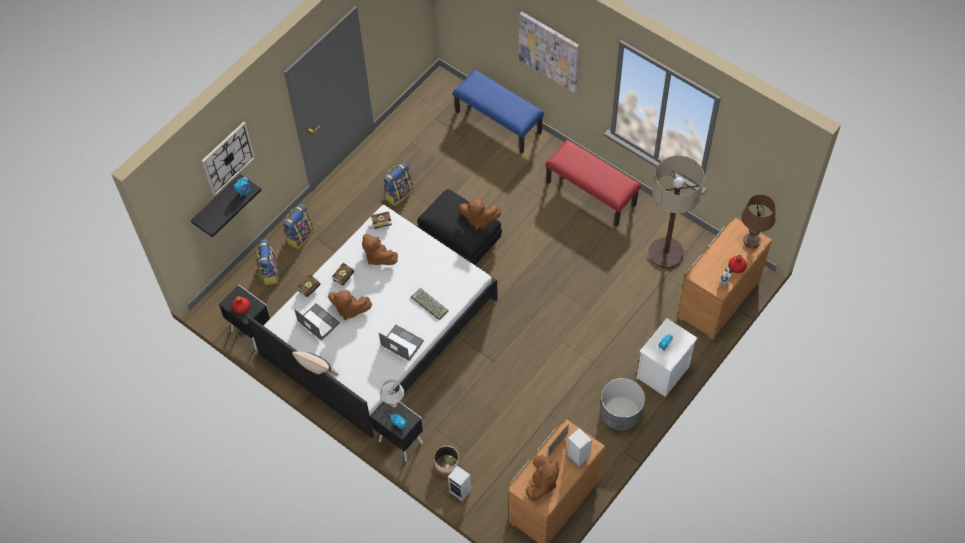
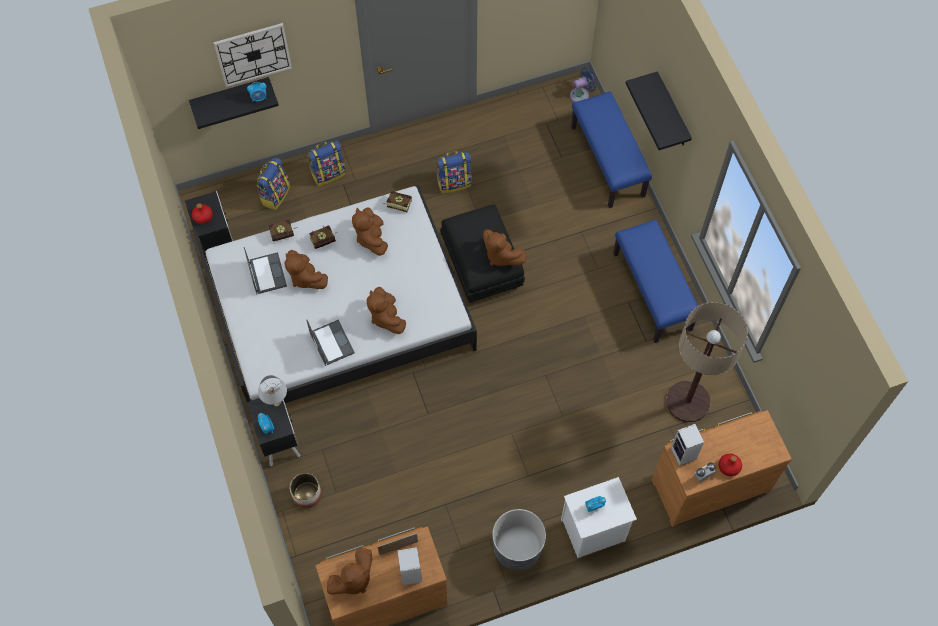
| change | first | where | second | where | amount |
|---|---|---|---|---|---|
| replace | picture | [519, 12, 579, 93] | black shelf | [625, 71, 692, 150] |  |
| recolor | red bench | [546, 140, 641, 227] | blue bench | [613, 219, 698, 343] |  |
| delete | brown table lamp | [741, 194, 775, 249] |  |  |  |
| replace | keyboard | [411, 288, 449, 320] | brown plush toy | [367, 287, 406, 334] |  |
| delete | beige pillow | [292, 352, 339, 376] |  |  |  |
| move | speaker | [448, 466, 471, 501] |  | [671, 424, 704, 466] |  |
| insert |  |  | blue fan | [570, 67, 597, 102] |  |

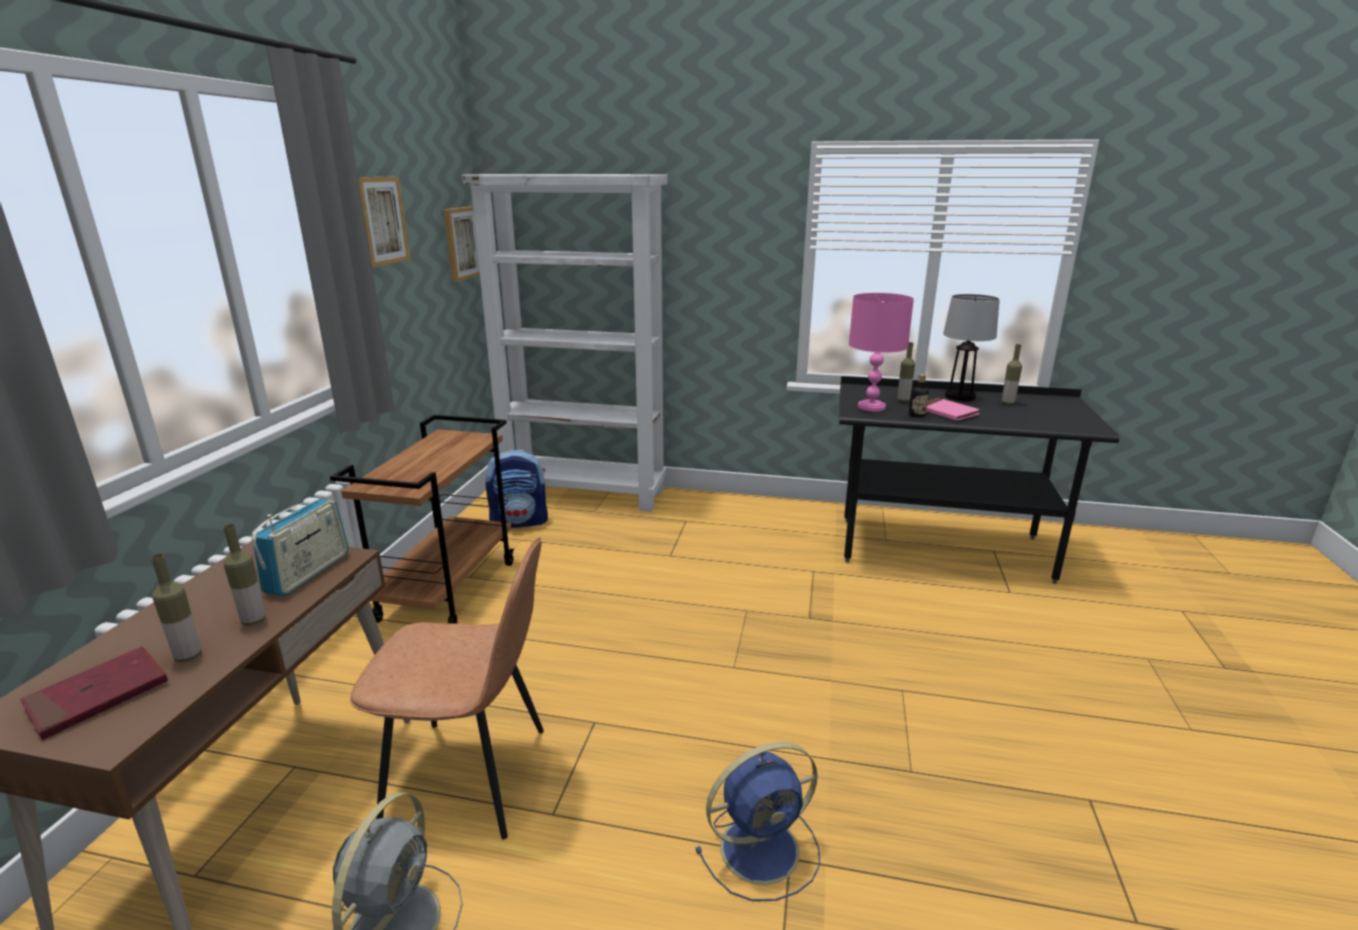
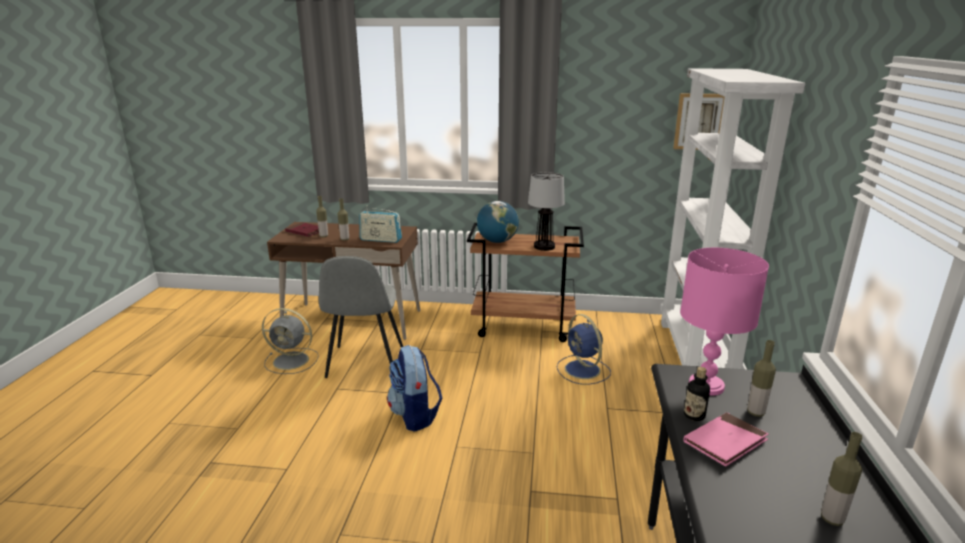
| change | first | where | second | where | amount |
|---|---|---|---|---|---|
| delete | picture | [358, 177, 410, 268] |  |  |  |
| move | table lamp | [943, 294, 1000, 401] |  | [528, 172, 565, 251] |  |
| move | backpack | [486, 450, 548, 528] |  | [387, 345, 443, 432] |  |
| recolor | brown chair | [350, 537, 544, 839] | grey chair | [318, 256, 403, 378] |  |
| move | blue fan | [695, 742, 820, 901] |  | [557, 314, 611, 385] |  |
| insert |  |  | globe | [477, 201, 519, 243] |  |

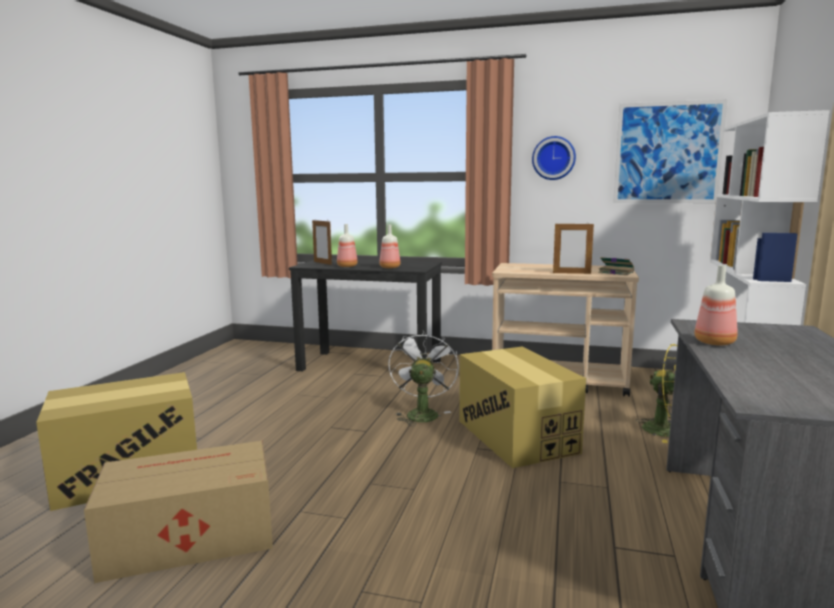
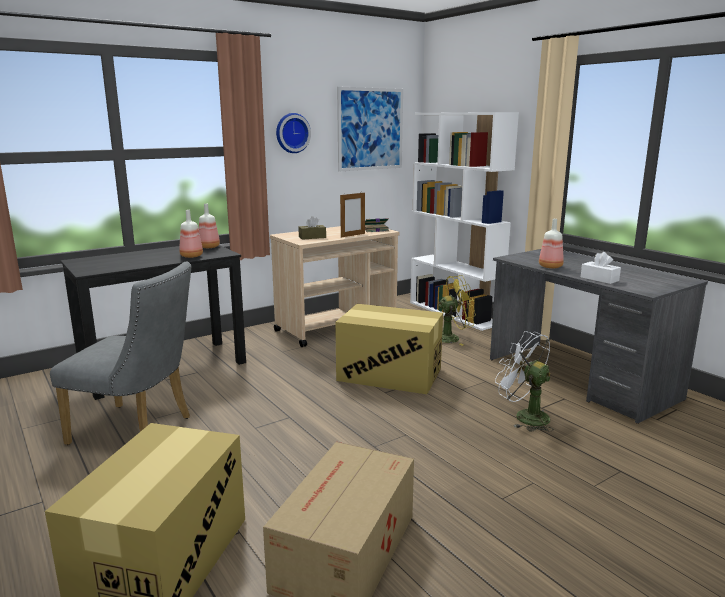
| change | first | where | second | where | amount |
|---|---|---|---|---|---|
| delete | picture frame | [312, 220, 332, 265] |  |  |  |
| move | bottle | [337, 224, 358, 267] |  | [199, 204, 220, 248] |  |
| move | white fan | [389, 331, 459, 426] |  | [495, 331, 554, 432] |  |
| insert |  |  | brown tissue box | [298, 216, 326, 240] |  |
| insert |  |  | white tissue box | [581, 252, 621, 284] |  |
| insert |  |  | grey chair | [50, 262, 191, 445] |  |

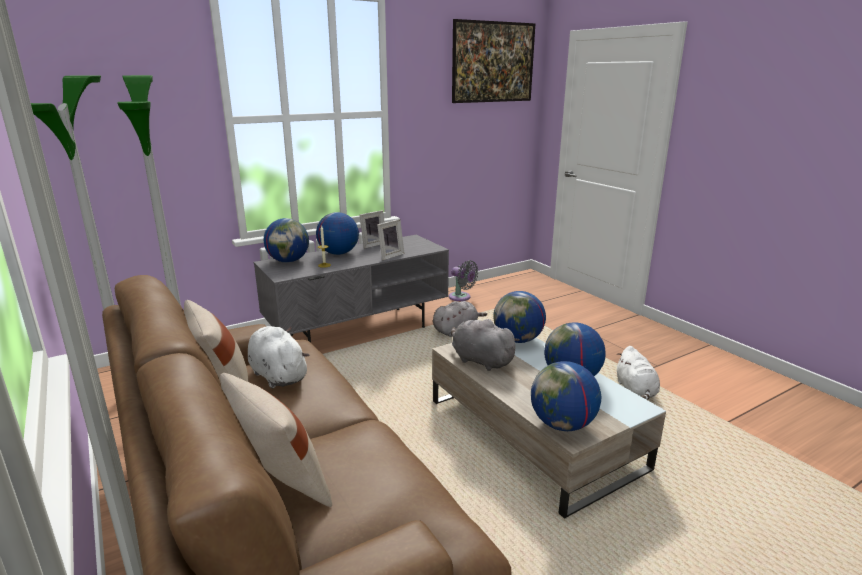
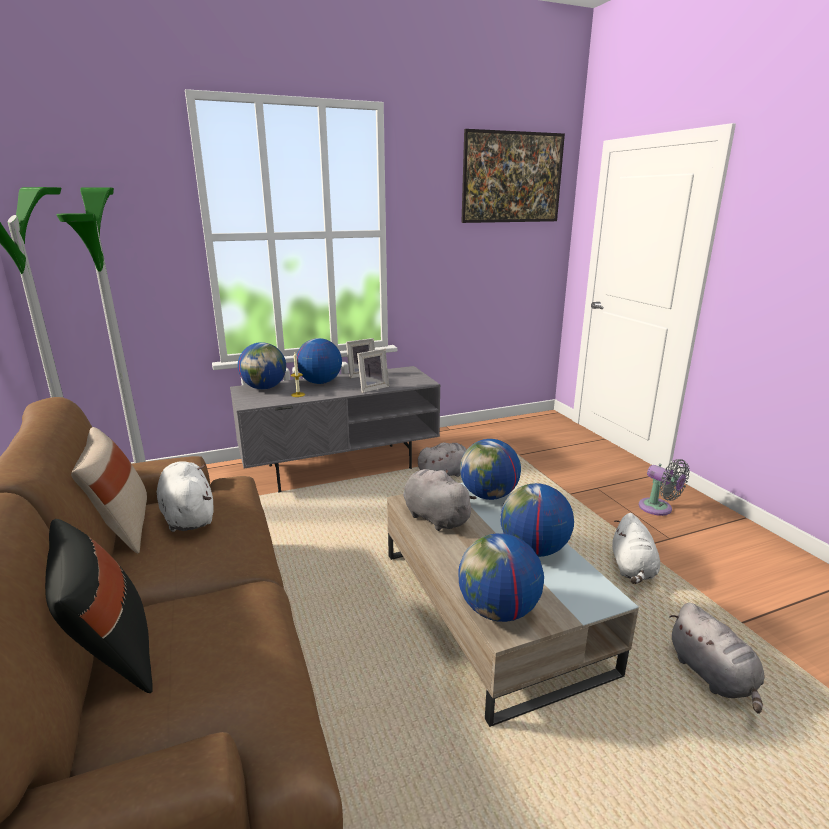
| change | first | where | second | where | amount |
|---|---|---|---|---|---|
| move | grey fan | [449, 260, 479, 301] |  | [639, 459, 690, 516] |  |
| recolor | beige pillow | [220, 373, 332, 507] | black pillow | [45, 519, 153, 693] |  |
| insert |  |  | grey plush toy | [669, 603, 765, 714] |  |

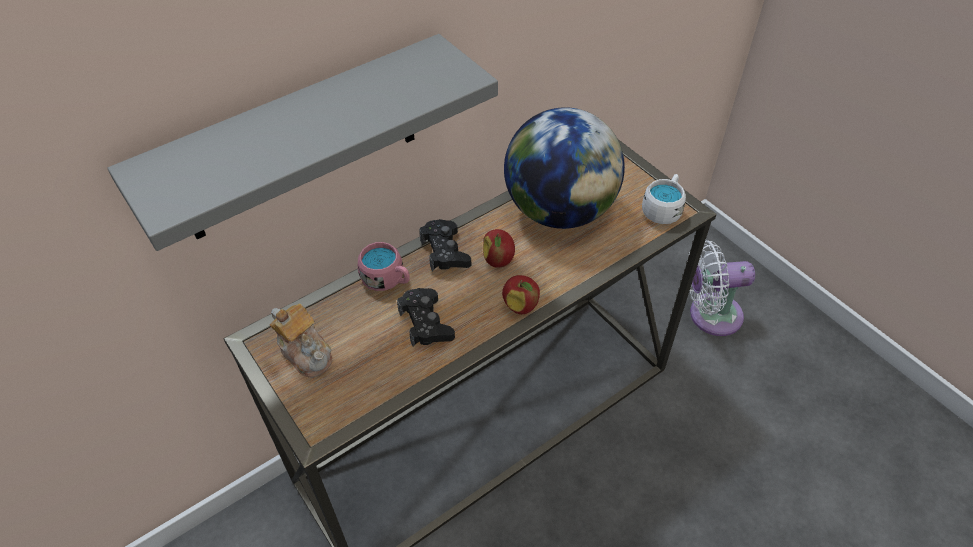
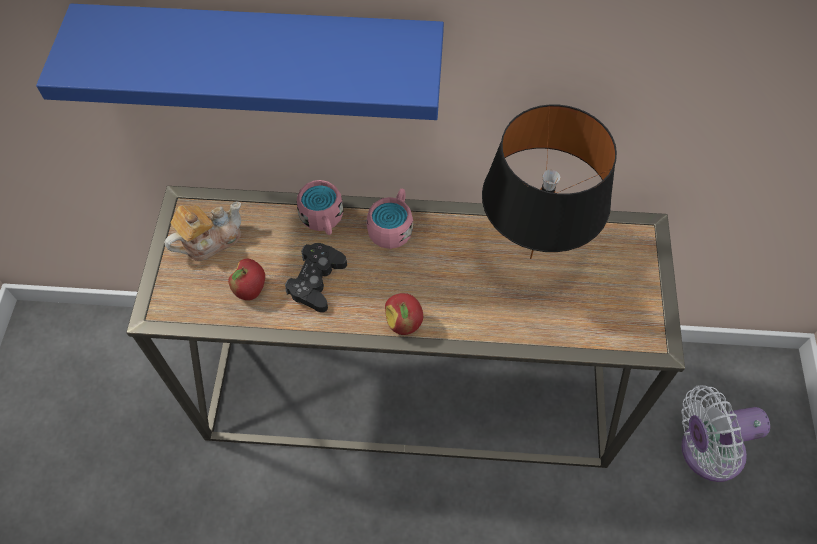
| change | first | where | second | where | amount |
|---|---|---|---|---|---|
| recolor | grey shelf | [108, 34, 498, 251] | blue shelf | [36, 4, 444, 120] |  |
| replace | globe | [504, 107, 625, 229] | black table lamp | [482, 104, 617, 259] |  |
| delete | white mug | [642, 174, 686, 224] |  |  |  |
| replace | black game controller | [419, 219, 471, 271] | pink mug | [366, 188, 413, 249] |  |
| move | apple | [483, 229, 515, 268] |  | [228, 259, 265, 300] |  |
| rotate | white fan | [688, 240, 755, 336] |  | [681, 385, 770, 482] | 45 degrees counterclockwise |
| rotate | teapot | [270, 304, 332, 378] |  | [164, 201, 241, 261] | 120 degrees counterclockwise |

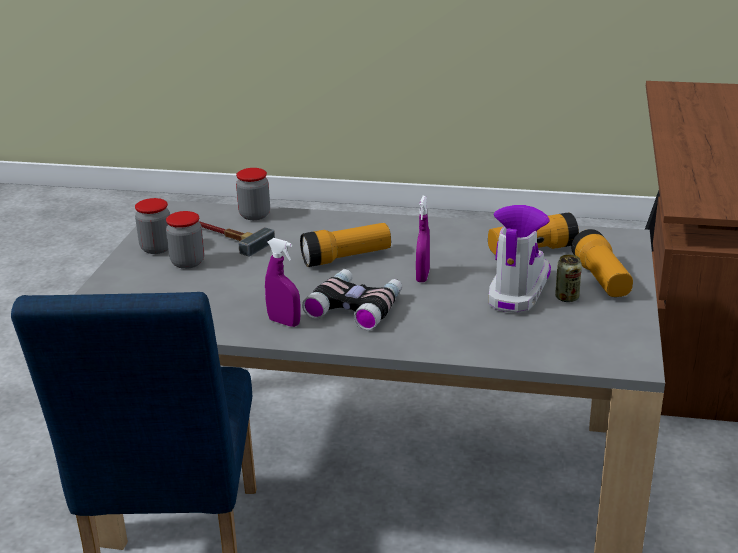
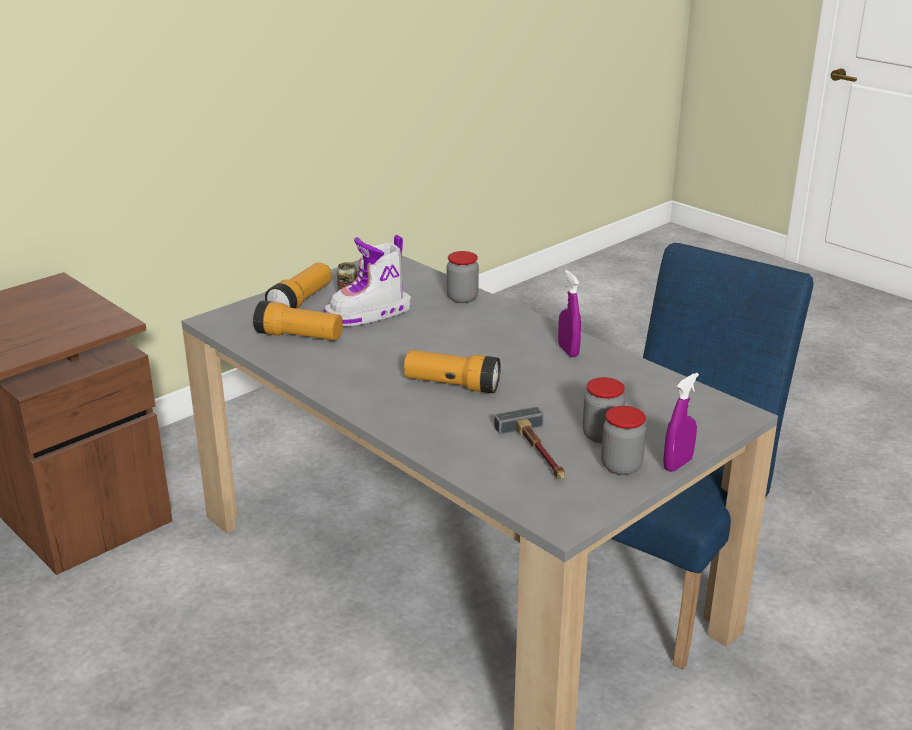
| change | first | where | second | where | amount |
|---|---|---|---|---|---|
| move | jar | [236, 168, 270, 220] |  | [447, 251, 479, 303] |  |
| move | purple spray bottle | [416, 196, 430, 282] |  | [663, 373, 699, 472] |  |
| delete | binoculars | [302, 269, 402, 331] |  |  |  |

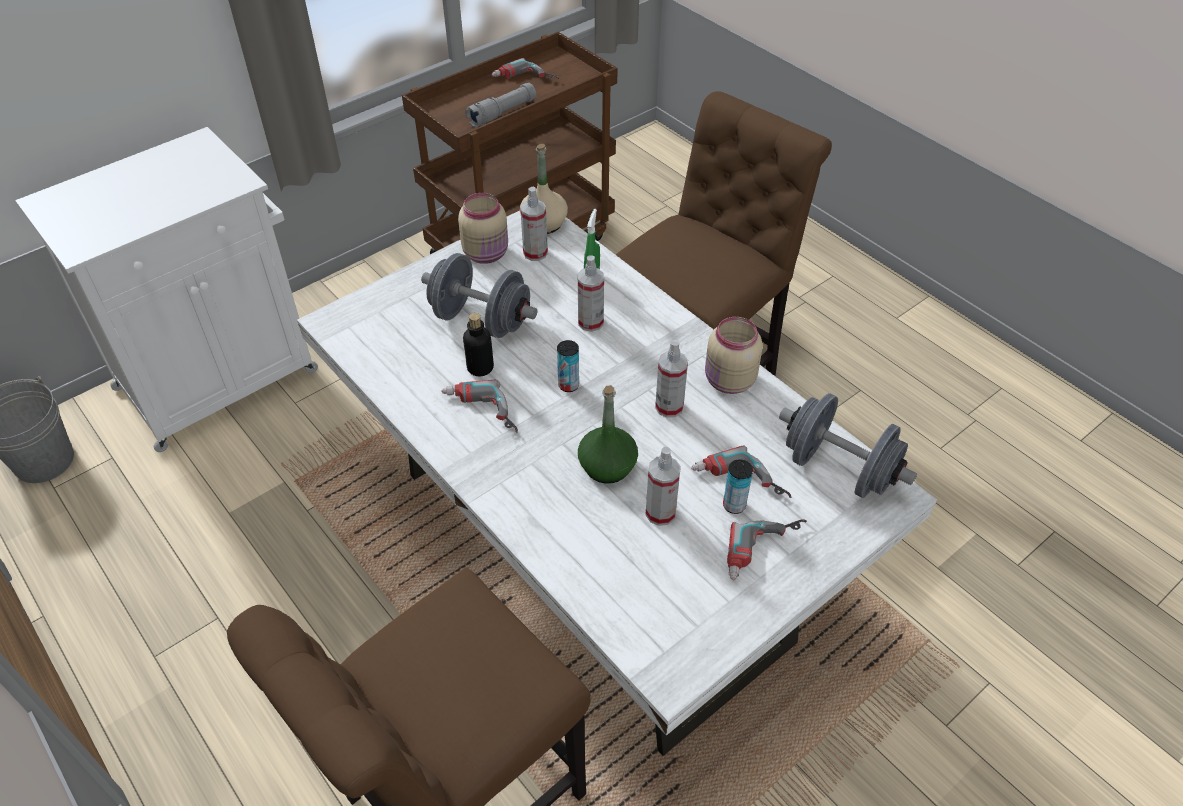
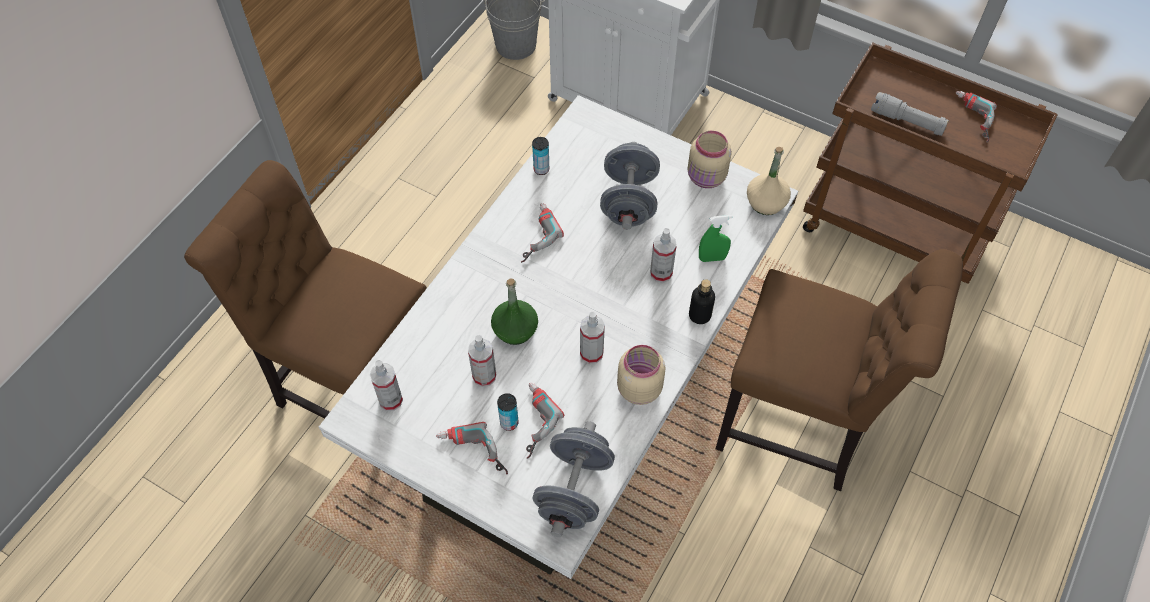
| change | first | where | second | where | amount |
|---|---|---|---|---|---|
| move | spray bottle | [520, 187, 548, 261] |  | [370, 360, 403, 411] |  |
| move | bottle | [463, 313, 494, 376] |  | [689, 279, 715, 324] |  |
| move | can | [557, 340, 579, 392] |  | [532, 137, 549, 175] |  |

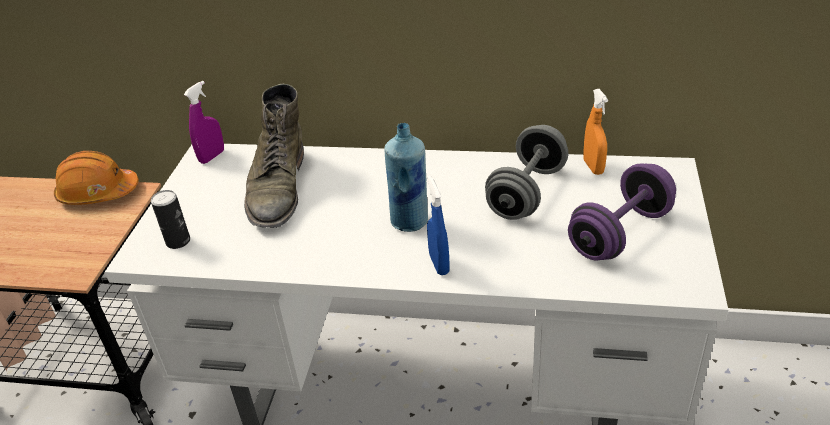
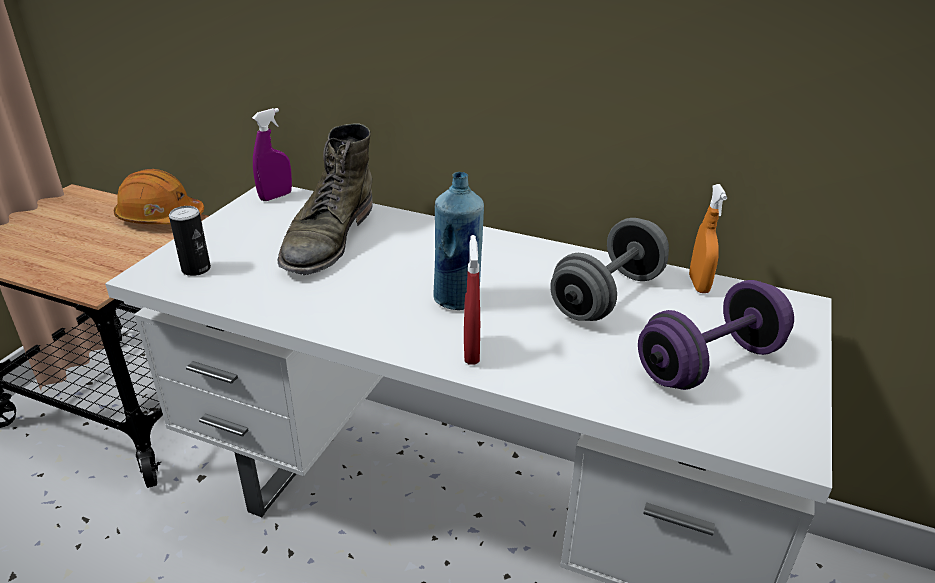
| change | first | where | second | where | amount |
|---|---|---|---|---|---|
| recolor | blue spray bottle | [427, 176, 450, 275] | red spray bottle | [464, 235, 480, 365] |  |

